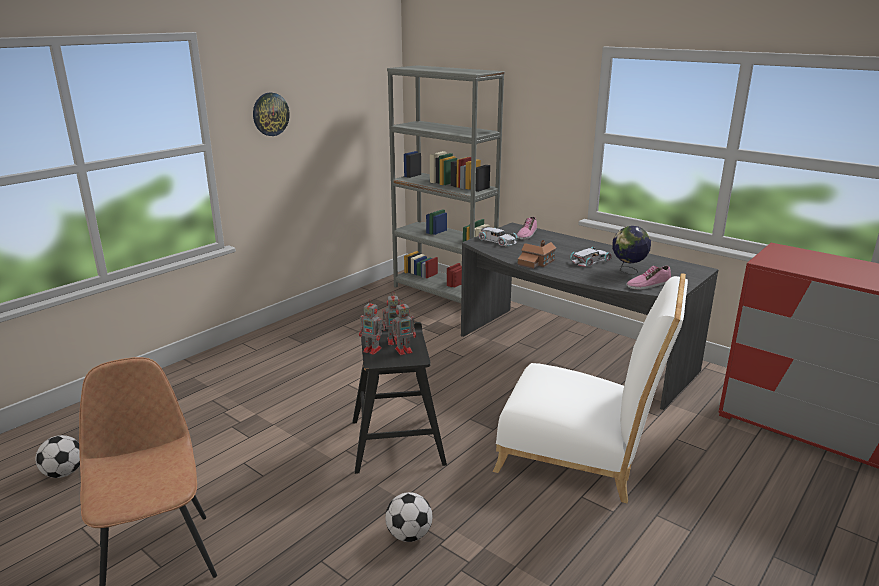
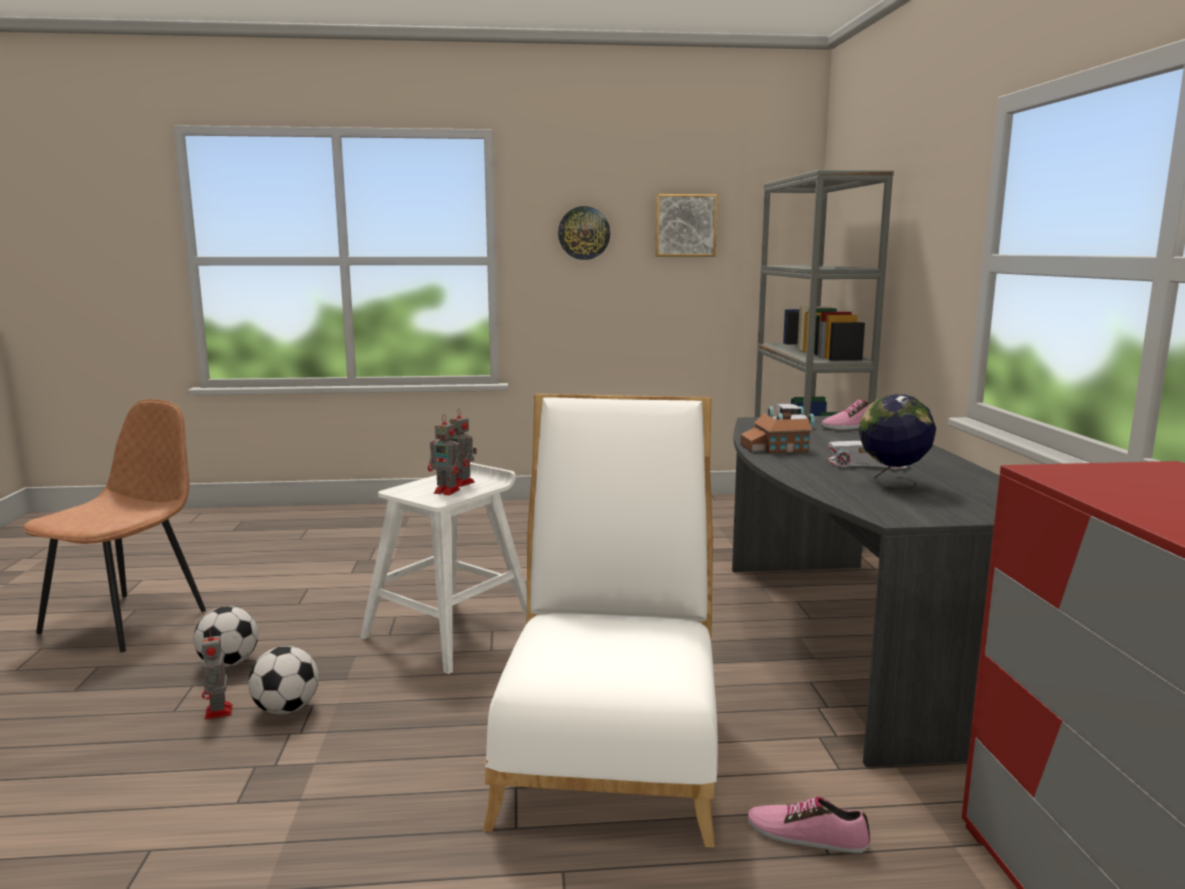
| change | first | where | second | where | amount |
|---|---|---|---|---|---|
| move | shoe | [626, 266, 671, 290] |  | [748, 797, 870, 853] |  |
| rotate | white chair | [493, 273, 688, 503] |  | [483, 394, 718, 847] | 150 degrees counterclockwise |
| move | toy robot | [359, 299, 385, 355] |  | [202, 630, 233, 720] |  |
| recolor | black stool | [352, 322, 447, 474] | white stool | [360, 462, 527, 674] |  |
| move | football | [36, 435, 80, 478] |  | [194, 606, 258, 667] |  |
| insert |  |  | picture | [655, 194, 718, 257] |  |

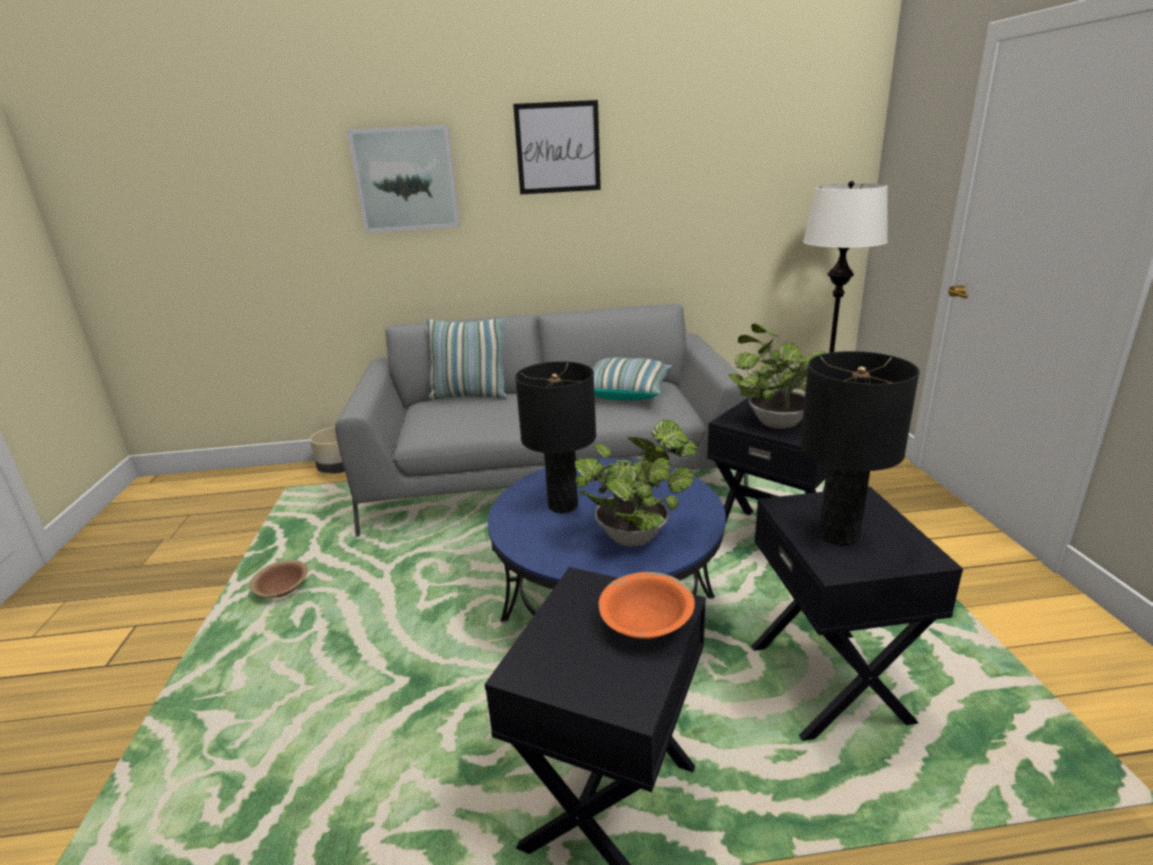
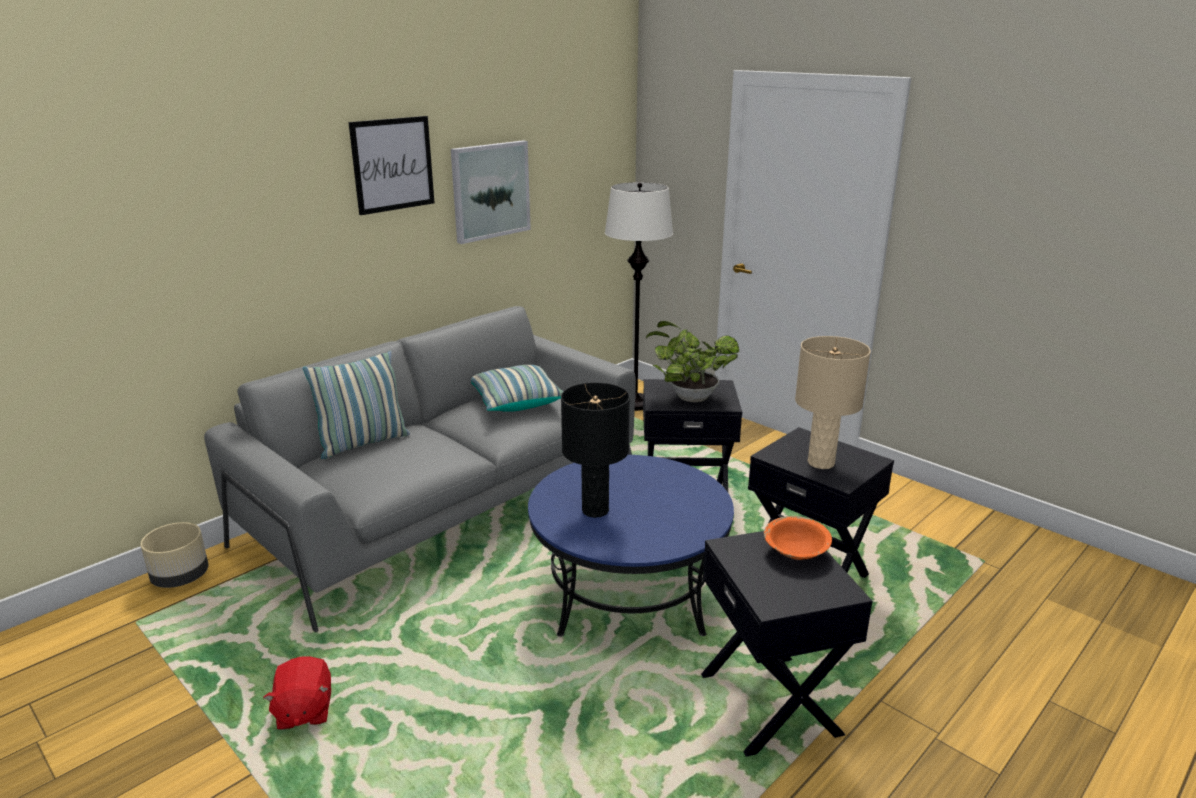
| change | first | where | second | where | amount |
|---|---|---|---|---|---|
| move | picture | [347, 125, 460, 233] |  | [451, 140, 531, 244] |  |
| recolor | black table lamp | [800, 351, 920, 546] | beige table lamp | [795, 336, 871, 469] |  |
| delete | potted plant | [575, 419, 698, 547] |  |  |  |
| replace | brown bowl | [249, 560, 308, 598] | red plush toy | [263, 657, 331, 730] |  |

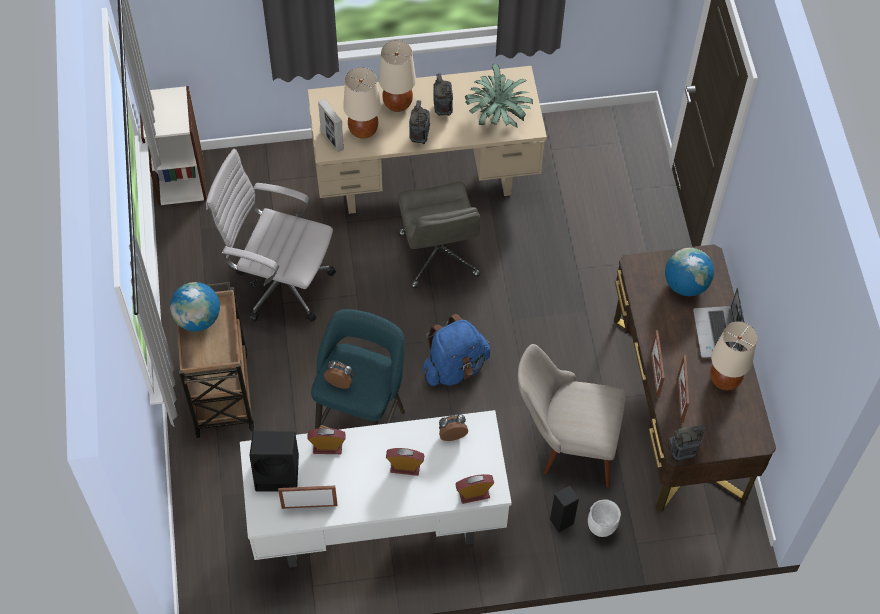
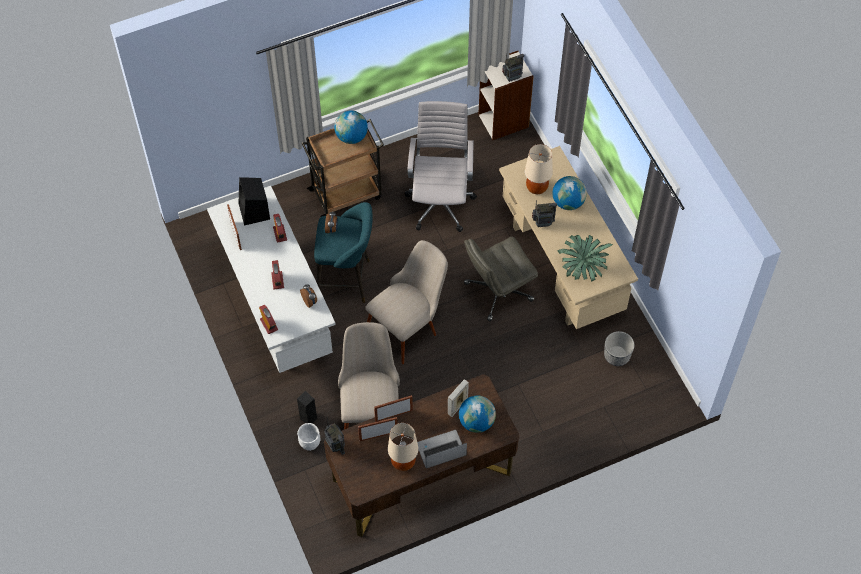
| change | first | where | second | where | amount |
|---|---|---|---|---|---|
| replace | beige table lamp | [379, 41, 416, 112] | globe | [552, 176, 587, 210] |  |
| move | radio | [433, 73, 453, 116] |  | [502, 54, 524, 82] |  |
| move | picture frame | [318, 99, 344, 152] |  | [448, 379, 469, 417] |  |
| replace | blue backpack | [422, 314, 490, 386] | beige chair | [365, 240, 448, 364] |  |
| insert |  |  | planter | [604, 331, 634, 366] |  |

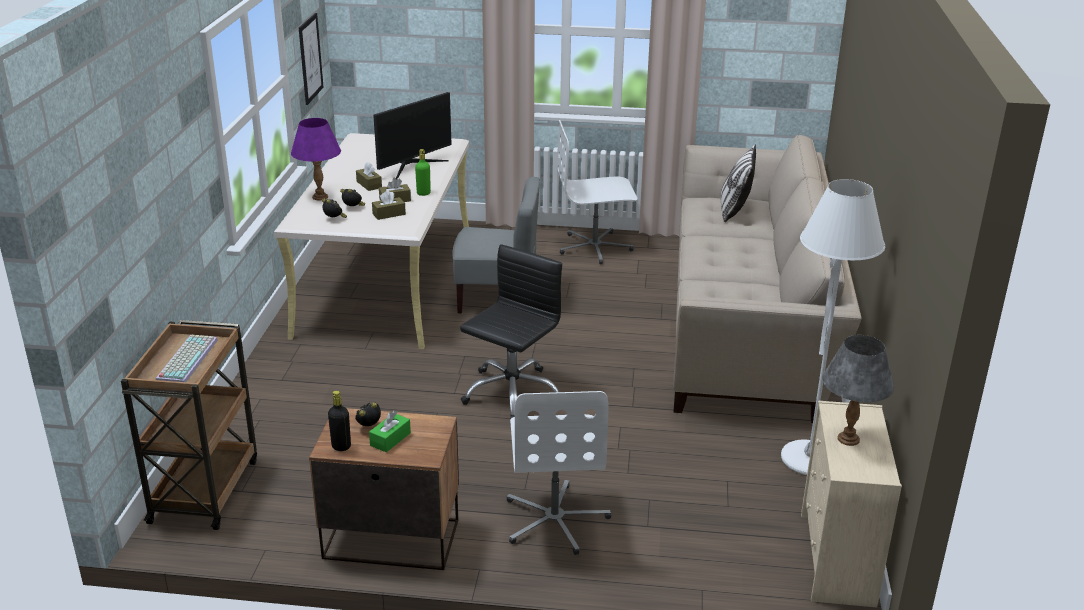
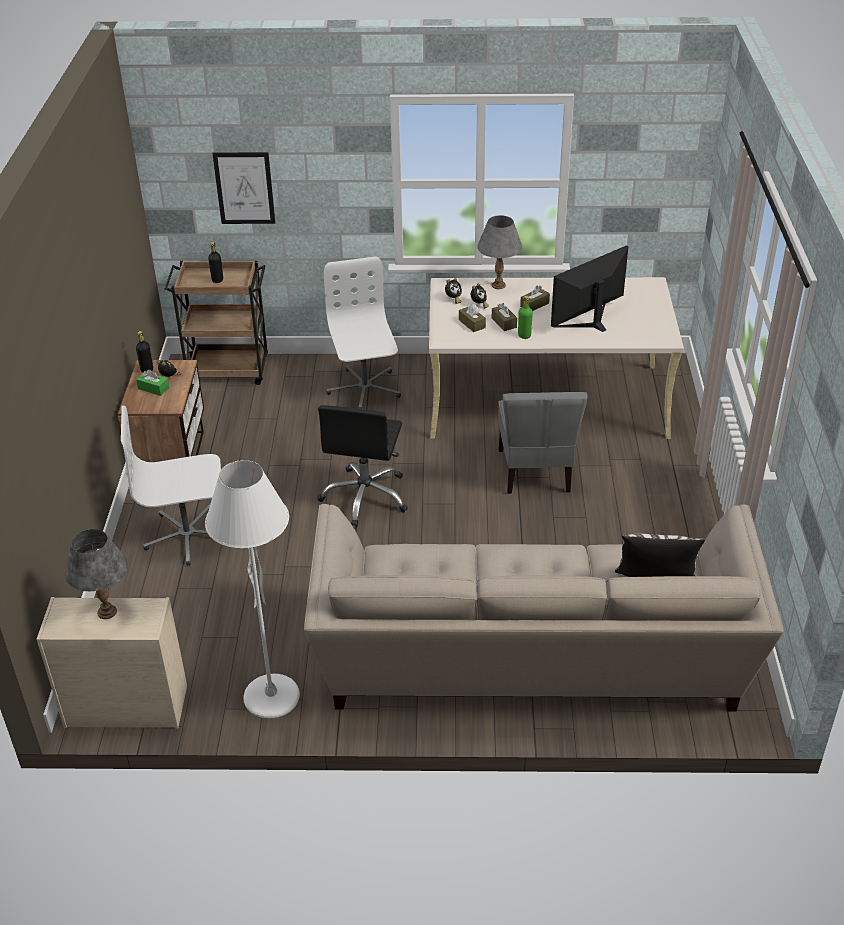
| change | first | where | second | where | amount |
|---|---|---|---|---|---|
| move | picture | [299, 13, 324, 105] |  | [212, 152, 275, 224] |  |
| rotate | monitor | [373, 92, 452, 179] |  | [551, 246, 628, 332] | 105 degrees clockwise |
| recolor | purple table lamp | [291, 118, 341, 200] | grey table lamp | [477, 215, 523, 289] |  |
| move | white office chair | [557, 120, 637, 264] |  | [324, 256, 401, 409] |  |
| rotate | black office chair | [460, 244, 562, 420] |  | [318, 405, 408, 527] | 75 degrees clockwise |
| replace | keyboard | [156, 335, 218, 382] | black bottle | [208, 242, 223, 283] |  |

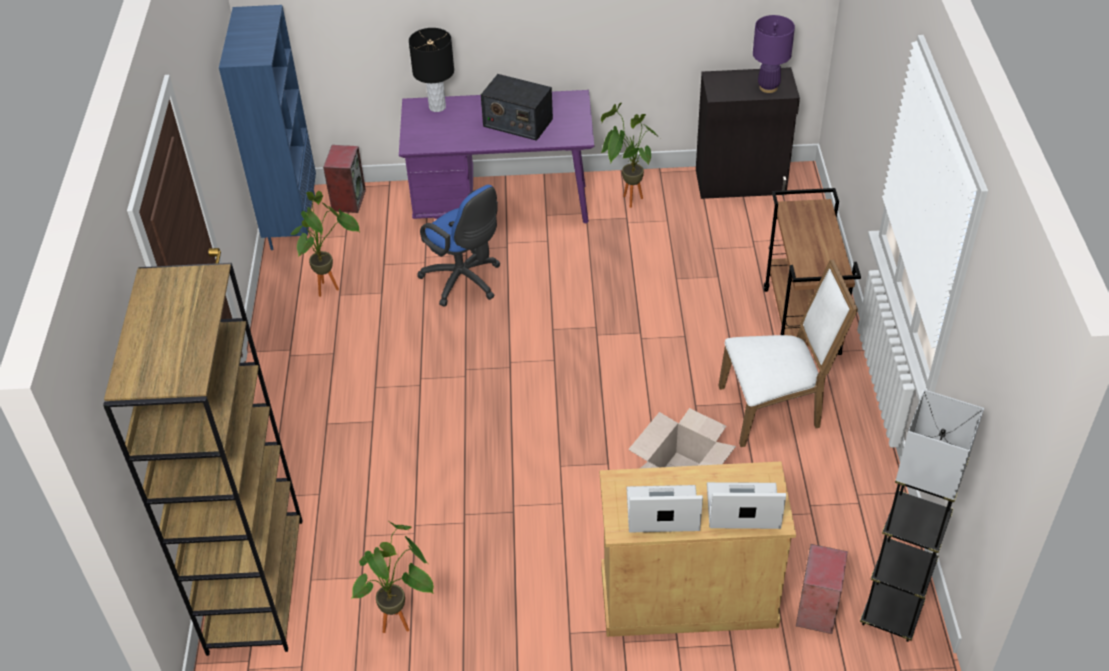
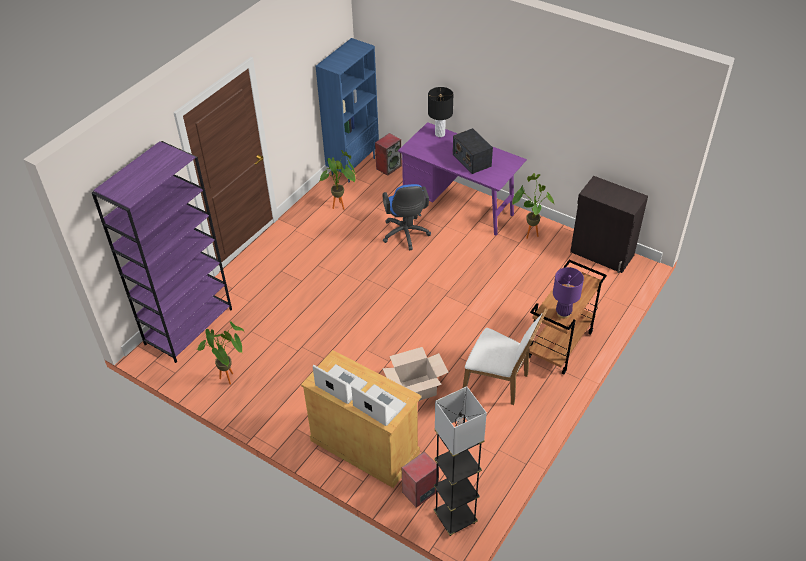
| change | first | where | second | where | amount |
|---|---|---|---|---|---|
| move | purple table lamp | [753, 15, 795, 93] |  | [553, 267, 584, 318] |  |
| recolor | brown bookcase | [103, 263, 302, 656] | purple bookcase | [92, 141, 232, 363] |  |

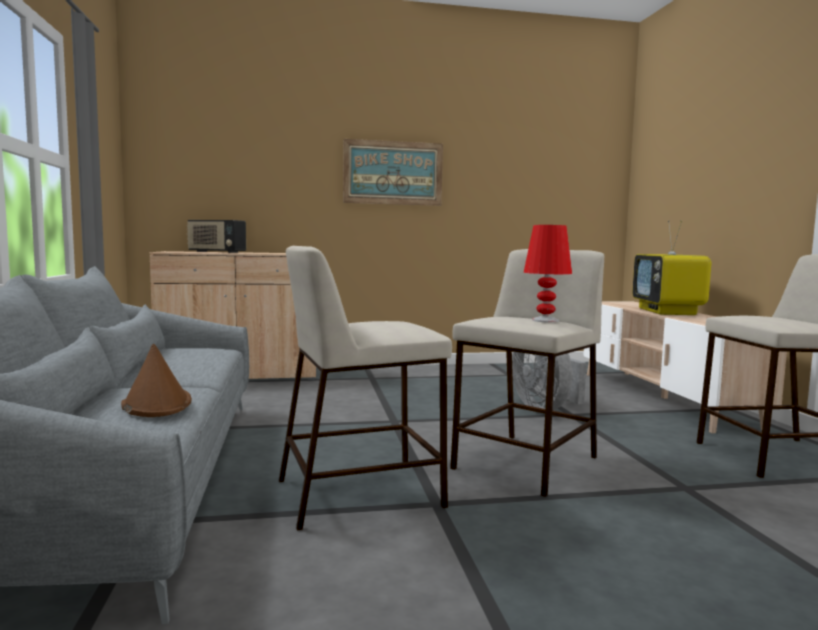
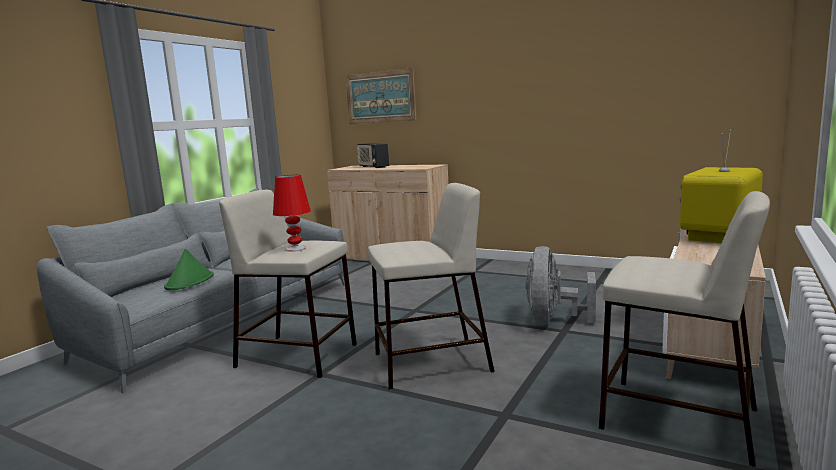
| change | first | where | second | where | amount |
|---|---|---|---|---|---|
| move | picture | [343, 139, 443, 206] |  | [345, 68, 416, 124] |  |
| move | red table lamp | [524, 225, 572, 323] |  | [273, 175, 311, 252] |  |
| recolor | brown hat | [121, 344, 192, 417] | green hat | [164, 249, 214, 290] |  |

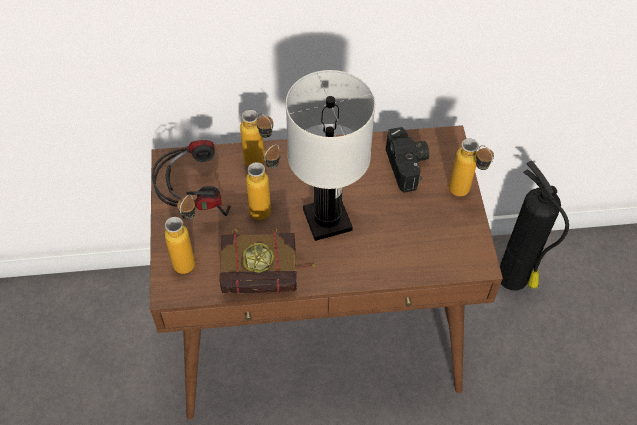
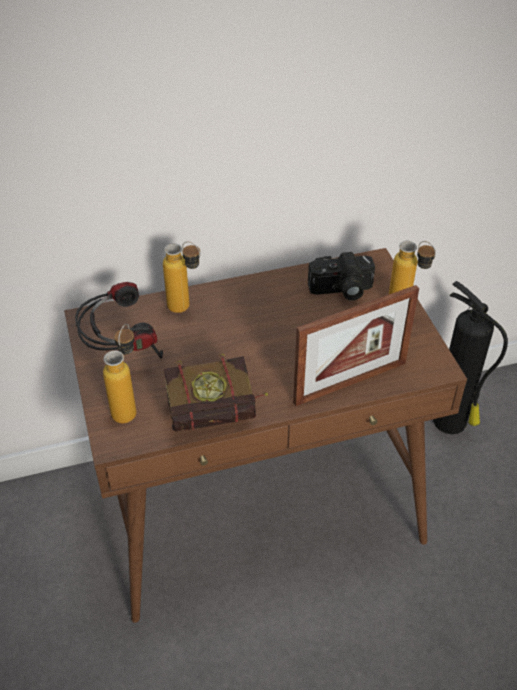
| change | first | where | second | where | amount |
|---|---|---|---|---|---|
| delete | white table lamp | [286, 70, 375, 241] |  |  |  |
| rotate | photo camera | [386, 127, 429, 193] |  | [308, 252, 375, 301] | 105 degrees clockwise |
| delete | bottle | [246, 144, 280, 220] |  |  |  |
| insert |  |  | picture frame | [293, 285, 419, 406] |  |

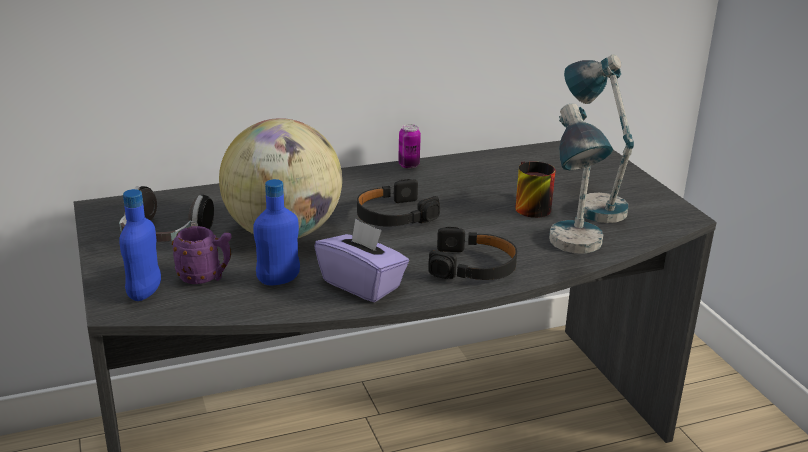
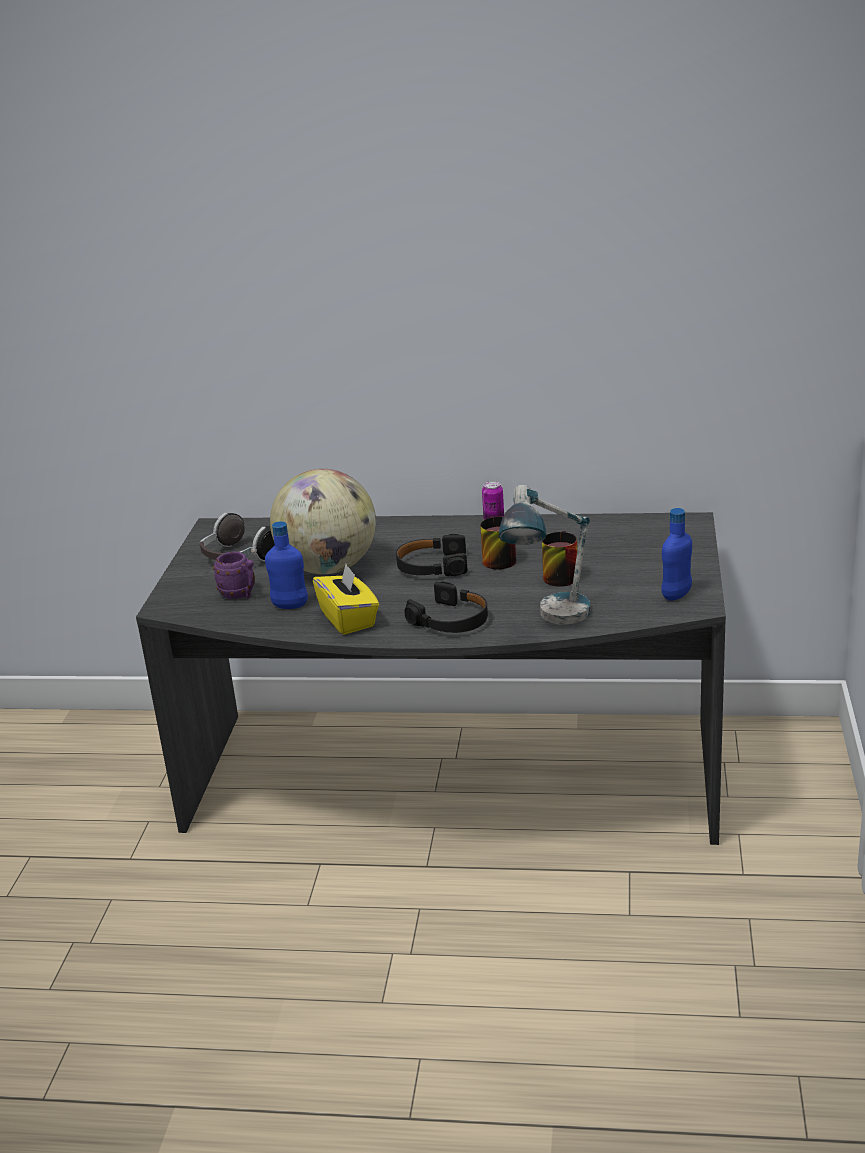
| change | first | where | second | where | amount |
|---|---|---|---|---|---|
| delete | table lamp | [564, 54, 634, 223] |  |  |  |
| move | blue bottle | [119, 189, 161, 301] |  | [661, 508, 692, 601] |  |
| recolor | purple tissue box | [314, 219, 409, 302] | yellow tissue box | [313, 564, 379, 635] |  |
| insert |  |  | mug | [480, 516, 516, 570] |  |

